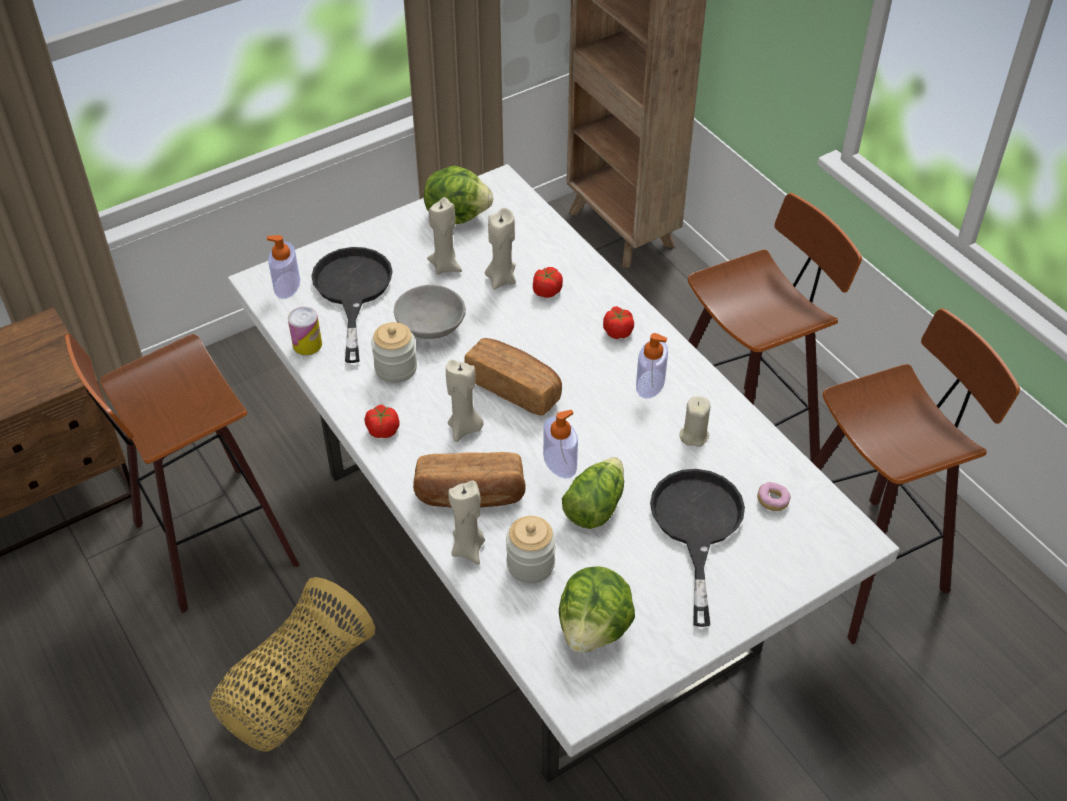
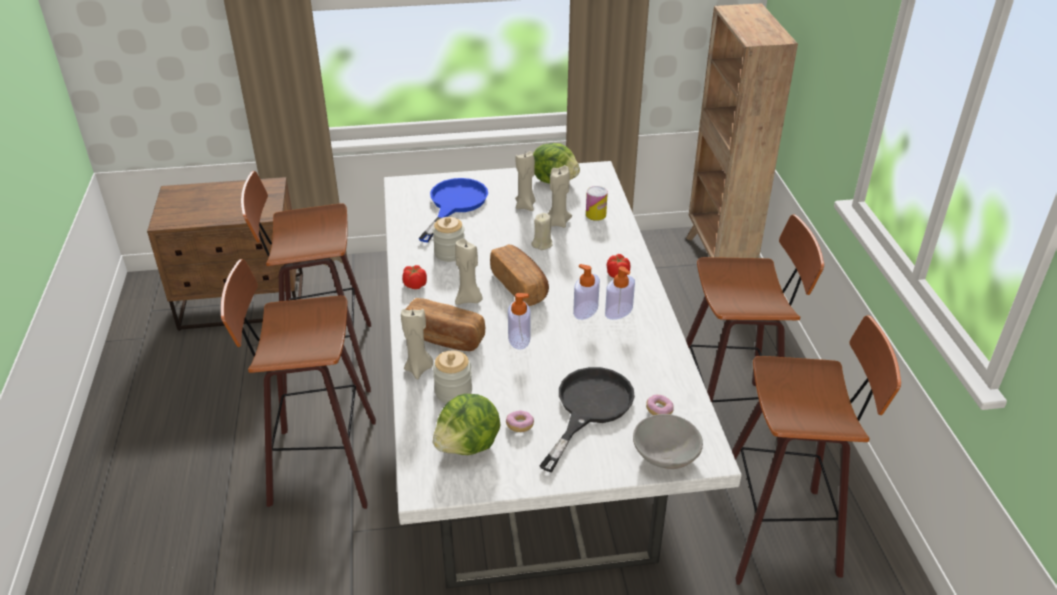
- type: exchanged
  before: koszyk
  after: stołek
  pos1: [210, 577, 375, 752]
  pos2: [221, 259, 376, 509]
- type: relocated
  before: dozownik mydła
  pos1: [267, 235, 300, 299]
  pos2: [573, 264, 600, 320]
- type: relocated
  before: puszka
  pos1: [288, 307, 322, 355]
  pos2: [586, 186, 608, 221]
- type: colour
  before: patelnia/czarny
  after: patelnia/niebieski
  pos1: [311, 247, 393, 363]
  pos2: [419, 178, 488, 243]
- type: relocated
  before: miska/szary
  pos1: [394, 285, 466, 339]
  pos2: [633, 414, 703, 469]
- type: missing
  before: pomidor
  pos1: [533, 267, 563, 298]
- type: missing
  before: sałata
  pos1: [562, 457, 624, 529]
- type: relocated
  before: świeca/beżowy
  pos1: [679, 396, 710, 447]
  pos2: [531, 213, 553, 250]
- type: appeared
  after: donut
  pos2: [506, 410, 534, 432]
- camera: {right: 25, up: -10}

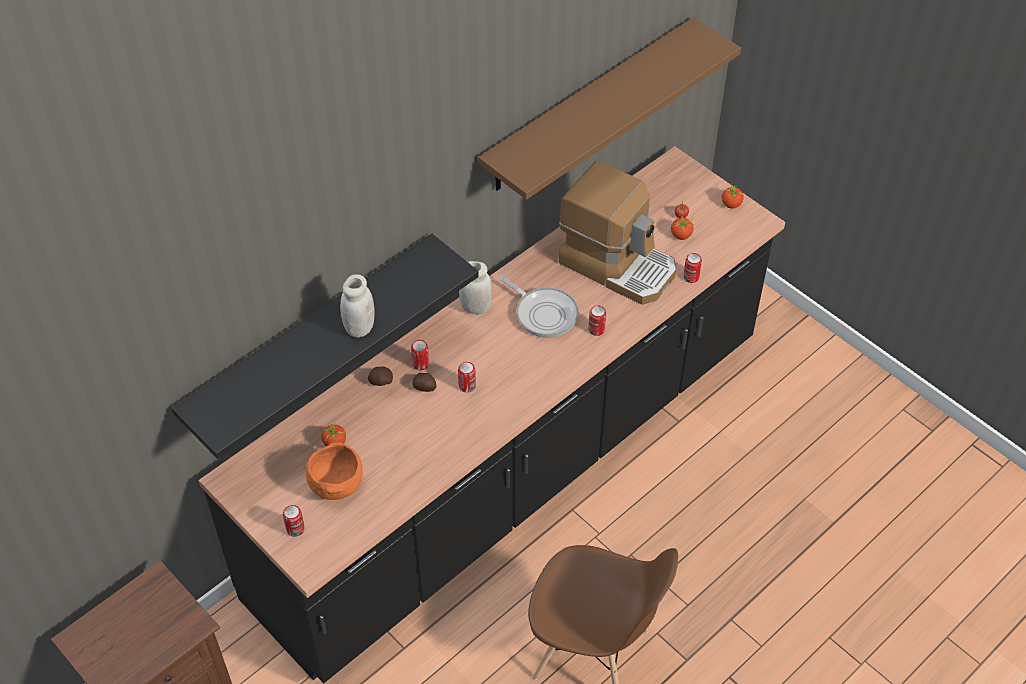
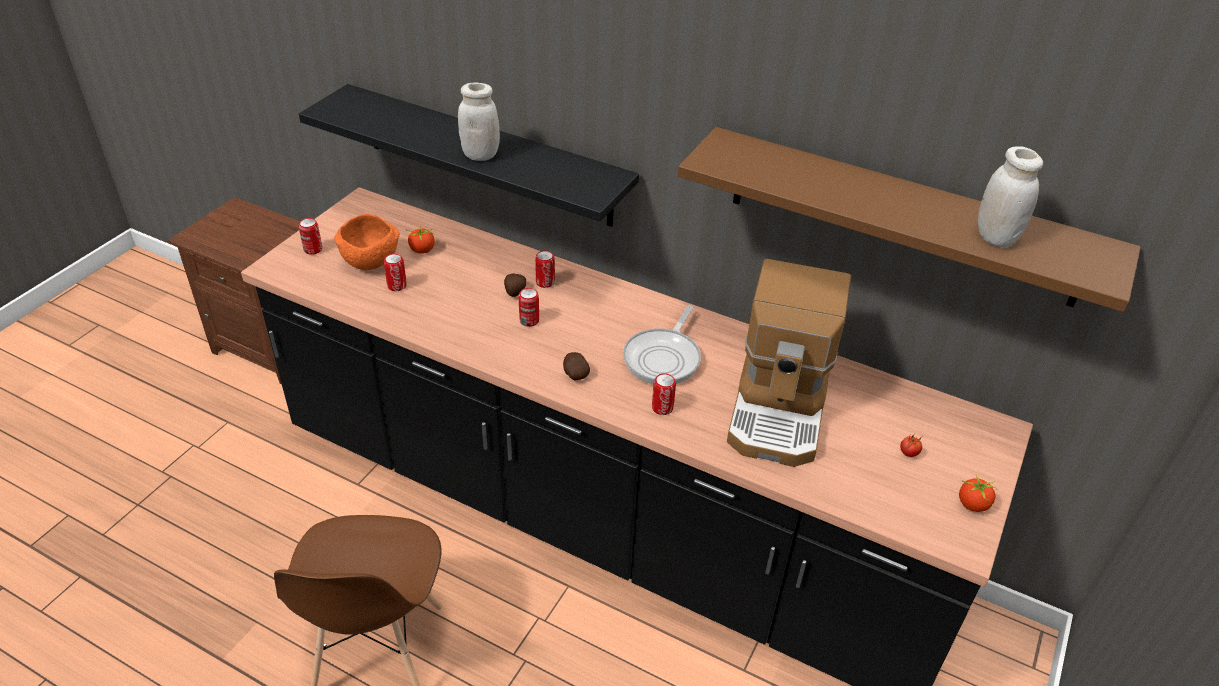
- type: relocated
  before: ziemniak
  pos1: [368, 367, 393, 386]
  pos2: [563, 352, 590, 381]
- type: relocated
  before: słoik/biały
  pos1: [459, 261, 492, 315]
  pos2: [978, 146, 1043, 247]
- type: missing
  before: pomidor
  pos1: [671, 216, 696, 240]
- type: relocated
  before: puszka
  pos1: [683, 253, 702, 283]
  pos2: [384, 253, 407, 291]
- camera: {right: 70, up: -10}

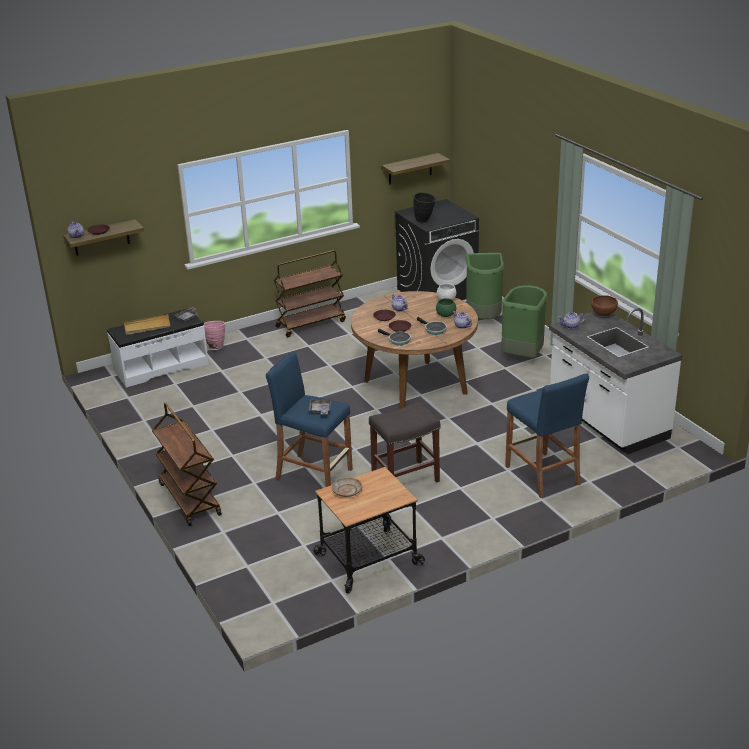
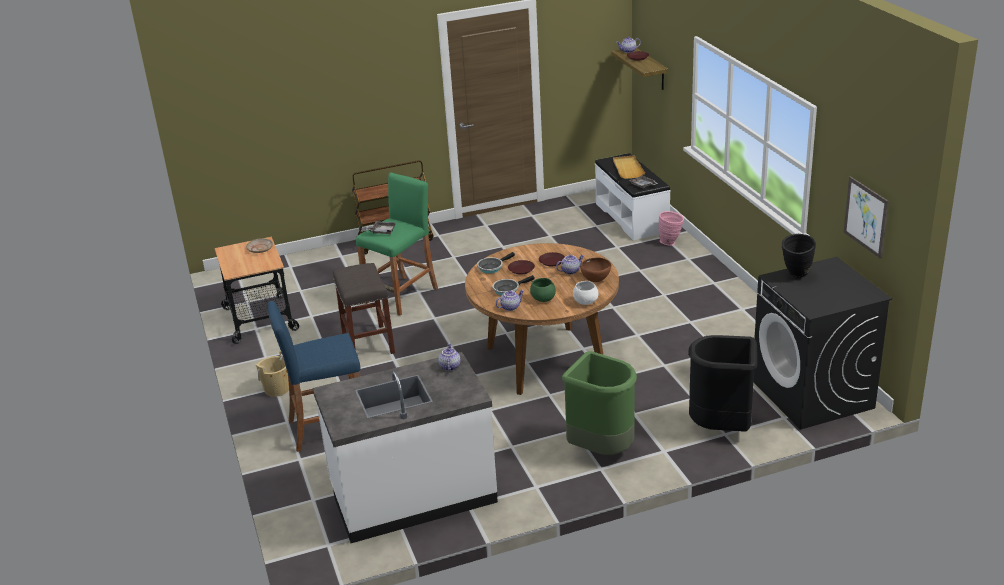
- type: colour
  before: stołek/niebieski
  after: stołek/zielony
  pos1: [266, 351, 353, 487]
  pos2: [356, 173, 438, 316]
- type: missing
  before: wózek/brązowy
  pos1: [274, 250, 346, 337]
- type: exchanged
  before: półka
  after: obraz
  pos1: [382, 153, 450, 185]
  pos2: [844, 176, 889, 259]
- type: colour
  before: kosz na śmieci/zielony
  after: kosz na śmieci/czarny
  pos1: [466, 253, 504, 319]
  pos2: [688, 335, 757, 432]
- type: relocated
  before: miska/brązowy
  pos1: [591, 295, 618, 316]
  pos2: [580, 258, 611, 282]
- type: appeared
  after: wiadro/beżowy
  pos2: [256, 350, 289, 397]
- camera: {right: 100, up: 0}

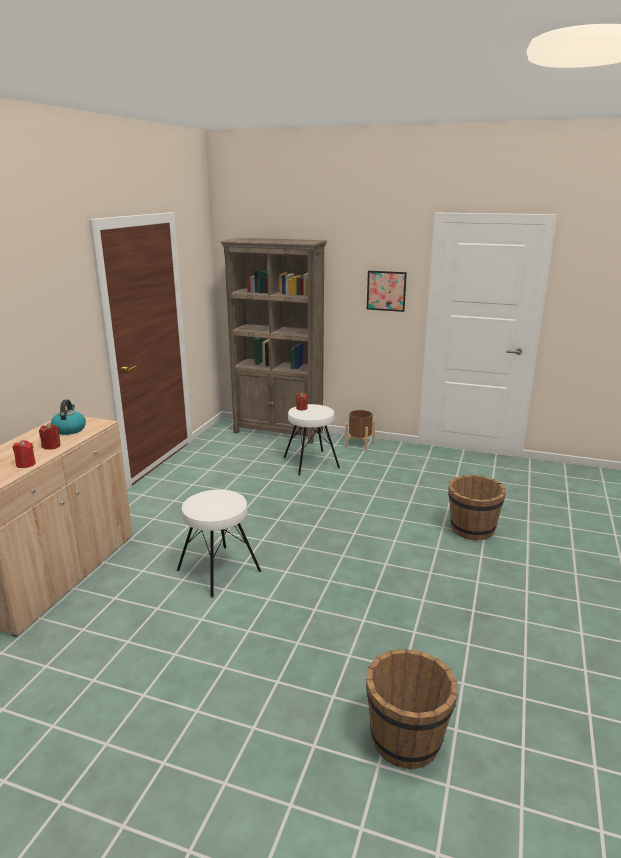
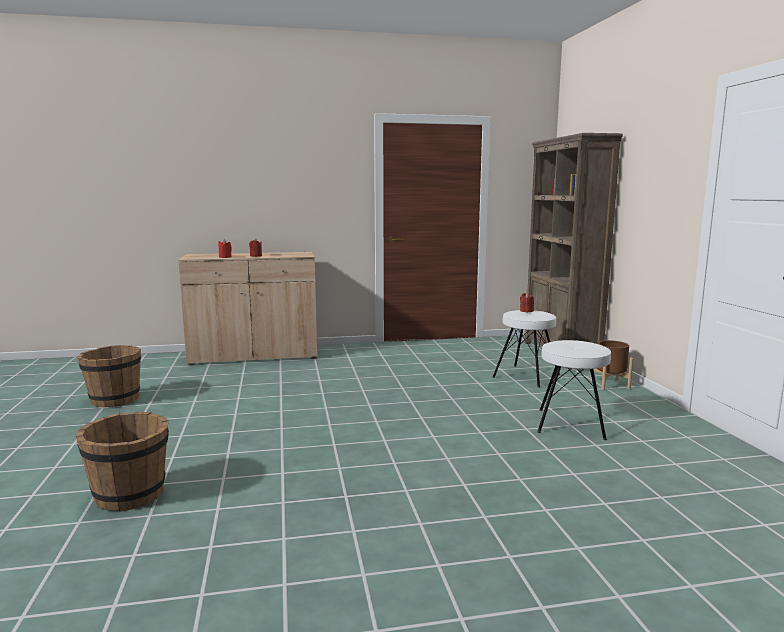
- type: missing
  before: czajnik
  pos1: [50, 399, 86, 435]
- type: relocated
  before: stołek/biały
  pos1: [177, 490, 261, 598]
  pos2: [537, 340, 611, 440]
- type: missing
  before: obraz
  pos1: [367, 271, 407, 312]
- type: relocated
  before: wiadro/brązowy
  pos1: [448, 475, 506, 541]
  pos2: [77, 345, 141, 408]
- camera: {right: 60, up: -10}

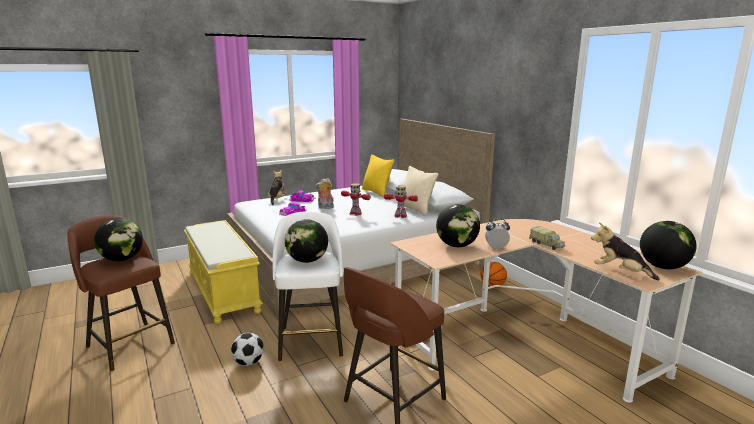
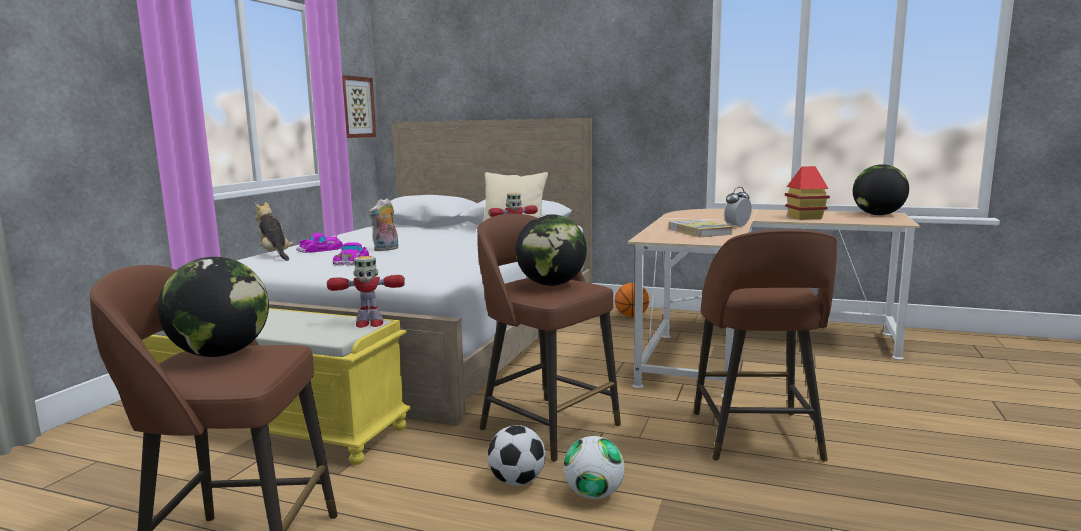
- type: colour
  before: stołek/biały
  after: stołek/brązowy
  pos1: [273, 211, 343, 361]
  pos2: [477, 214, 621, 462]
- type: relocated
  before: robot zabawkowy
  pos1: [341, 183, 371, 216]
  pos2: [327, 256, 405, 328]
- type: missing
  before: poduszka/żółty
  pos1: [362, 154, 394, 197]
- type: exchanged
  before: globus
  after: książka
  pos1: [436, 204, 480, 247]
  pos2: [669, 219, 733, 237]
- type: missing
  before: ciężarówka zabawkowa
  pos1: [529, 226, 565, 250]
- type: missing
  before: pluszak
  pos1: [591, 223, 659, 281]
- type: appeared
  after: obraz
  pos2: [342, 75, 376, 138]
- type: appeared
  after: piłka futbolowa
  pos2: [564, 436, 625, 499]
- type: appeared
  after: domek
  pos2: [785, 166, 830, 220]
- camera: {right: -40, up: -5}

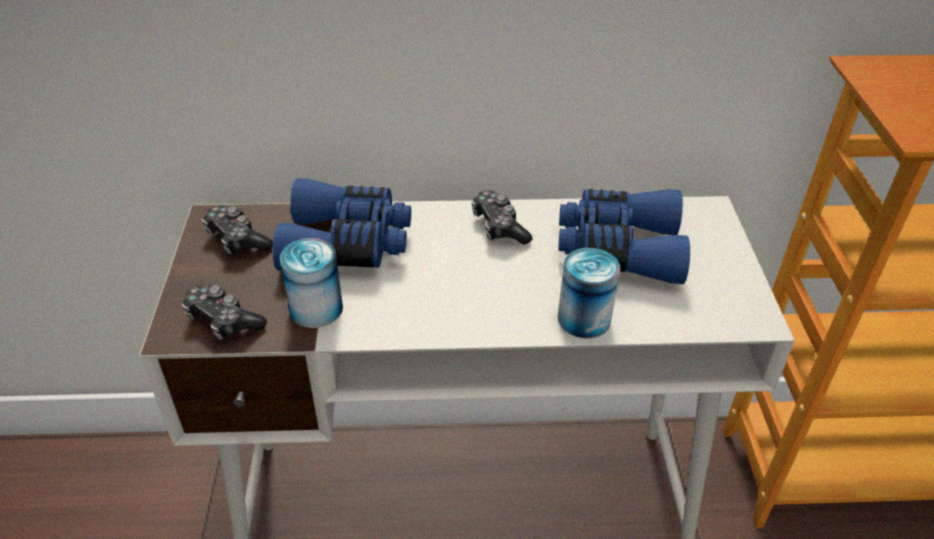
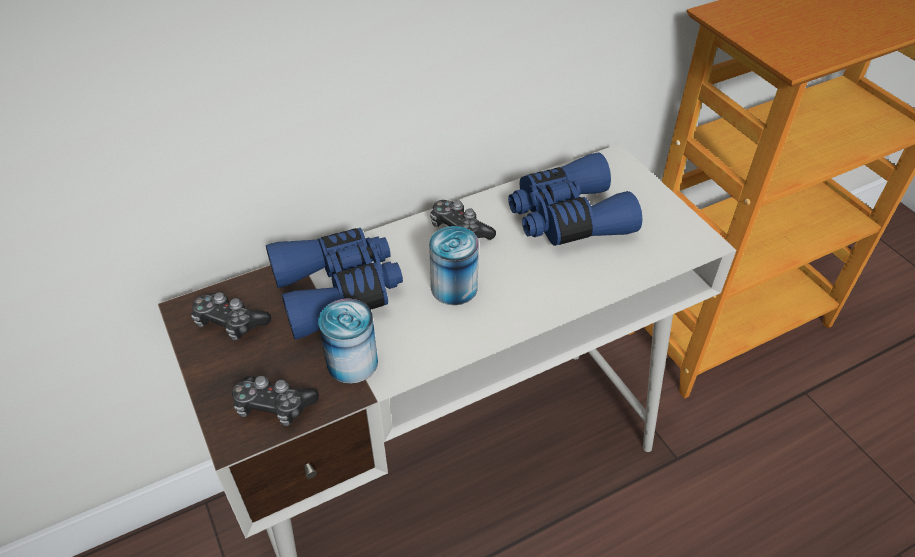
- type: relocated
  before: puszka
  pos1: [558, 248, 621, 338]
  pos2: [429, 226, 479, 305]
- camera: {right: -25, up: 5}

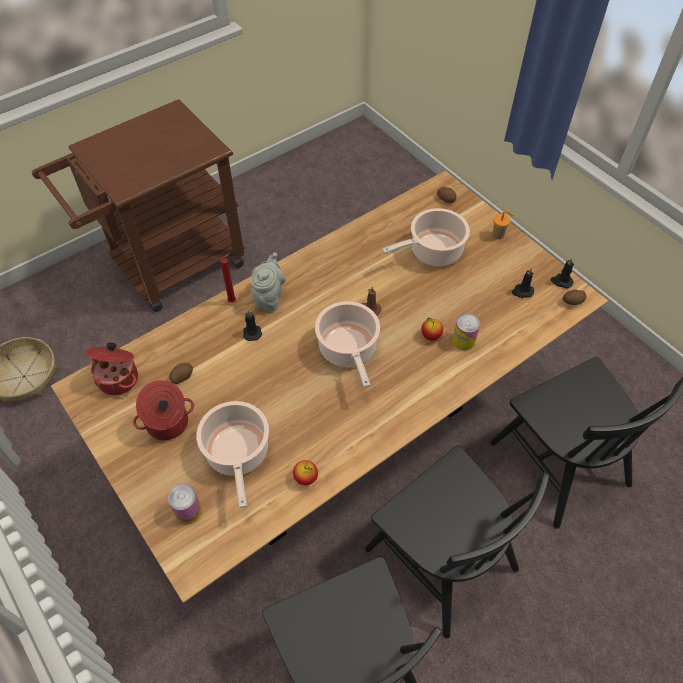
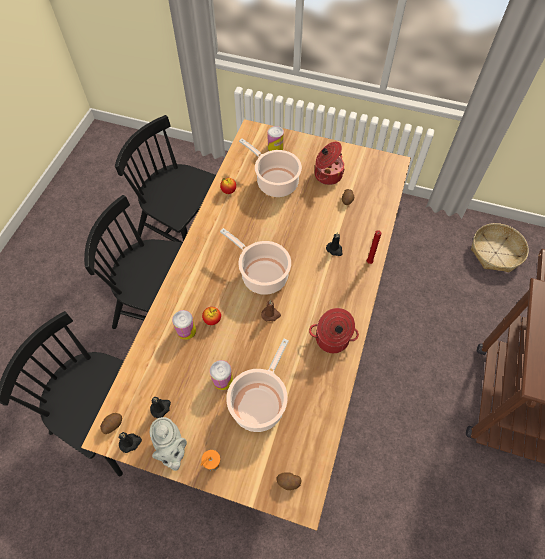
- type: relocated
  before: garnek
  pos1: [86, 343, 138, 395]
  pos2: [309, 308, 359, 353]
- type: relocated
  before: imbryk/szary
  pos1: [251, 253, 286, 312]
  pos2: [150, 417, 187, 471]
- type: appeared
  after: puszka
  pos2: [210, 360, 233, 390]
- camera: {right: 145, up: 5}

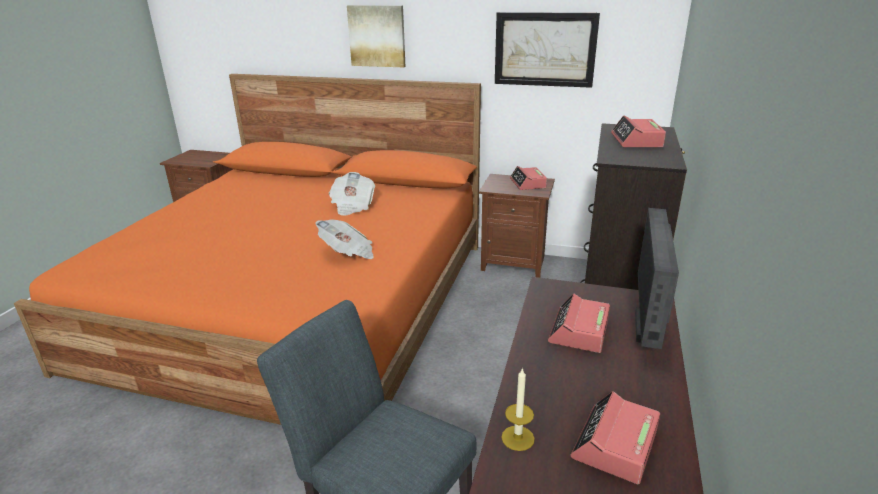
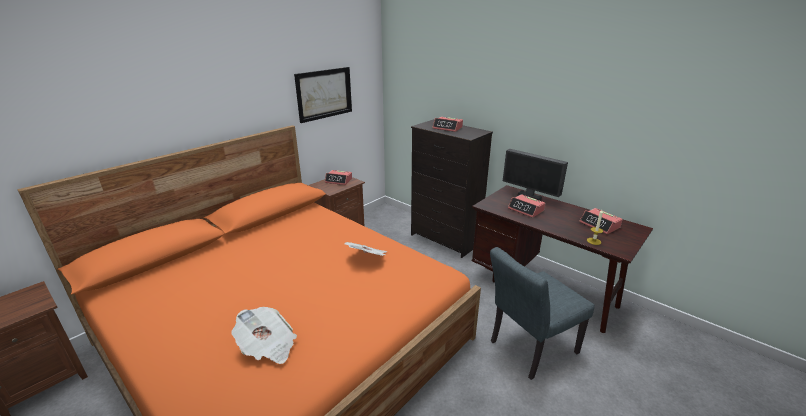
- type: relocated
  before: gazeta
  pos1: [329, 172, 376, 216]
  pos2: [231, 307, 297, 364]
- type: missing
  before: obraz
  pos1: [347, 5, 405, 67]
- camera: {right: -65, up: 0}

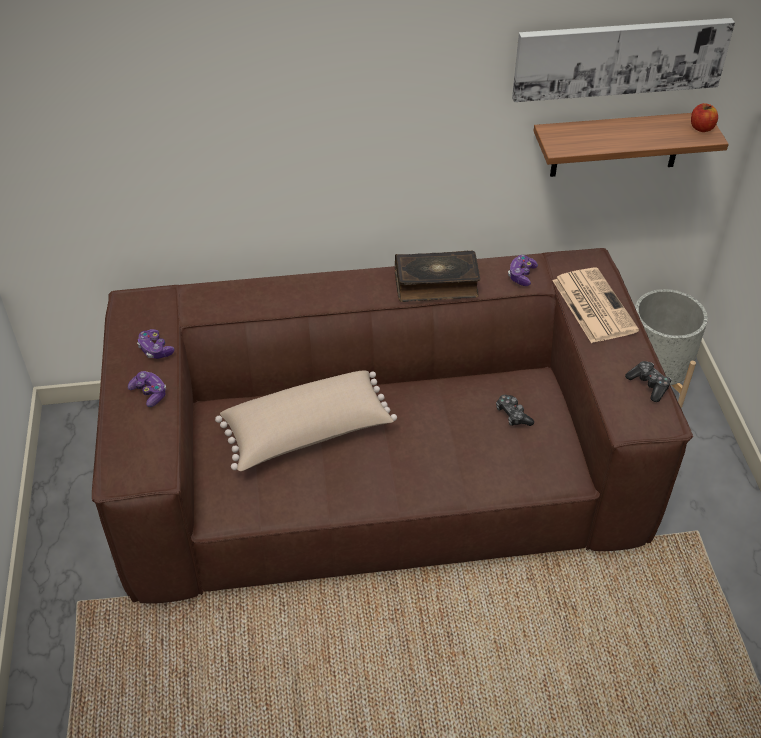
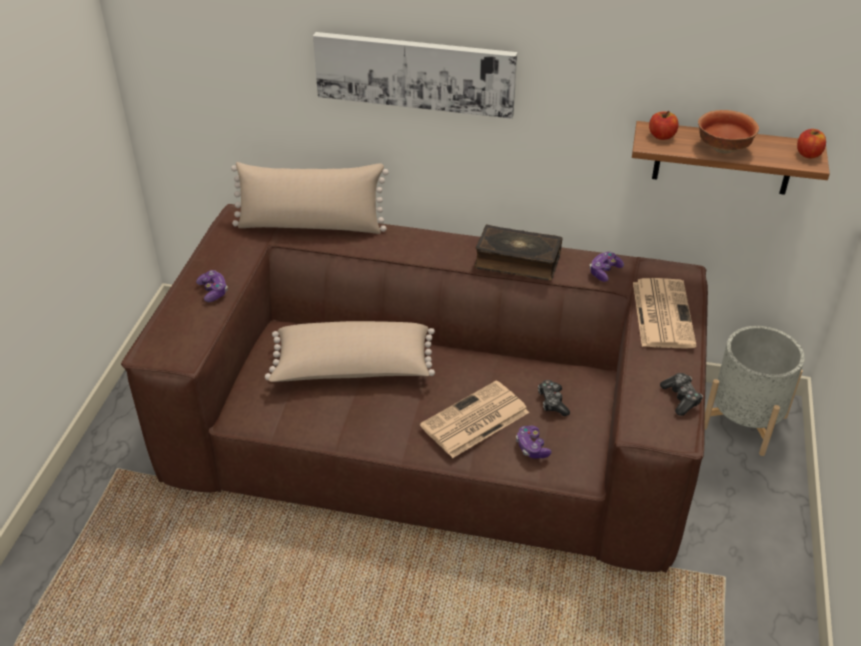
- type: relocated
  before: pad do gier
  pos1: [137, 329, 174, 359]
  pos2: [516, 426, 551, 458]
- type: relocated
  before: obraz
  pos1: [512, 18, 735, 102]
  pos2: [313, 32, 517, 119]
- type: appeared
  after: poduszka/beżowy
  pos2: [231, 162, 389, 234]
- type: appeared
  after: gazeta
  pos2: [420, 380, 529, 458]
- type: appeared
  after: jabłko
  pos2: [649, 111, 679, 140]
- type: appeared
  after: miska
  pos2: [698, 110, 759, 154]
- camera: {right: 20, up: -5}

